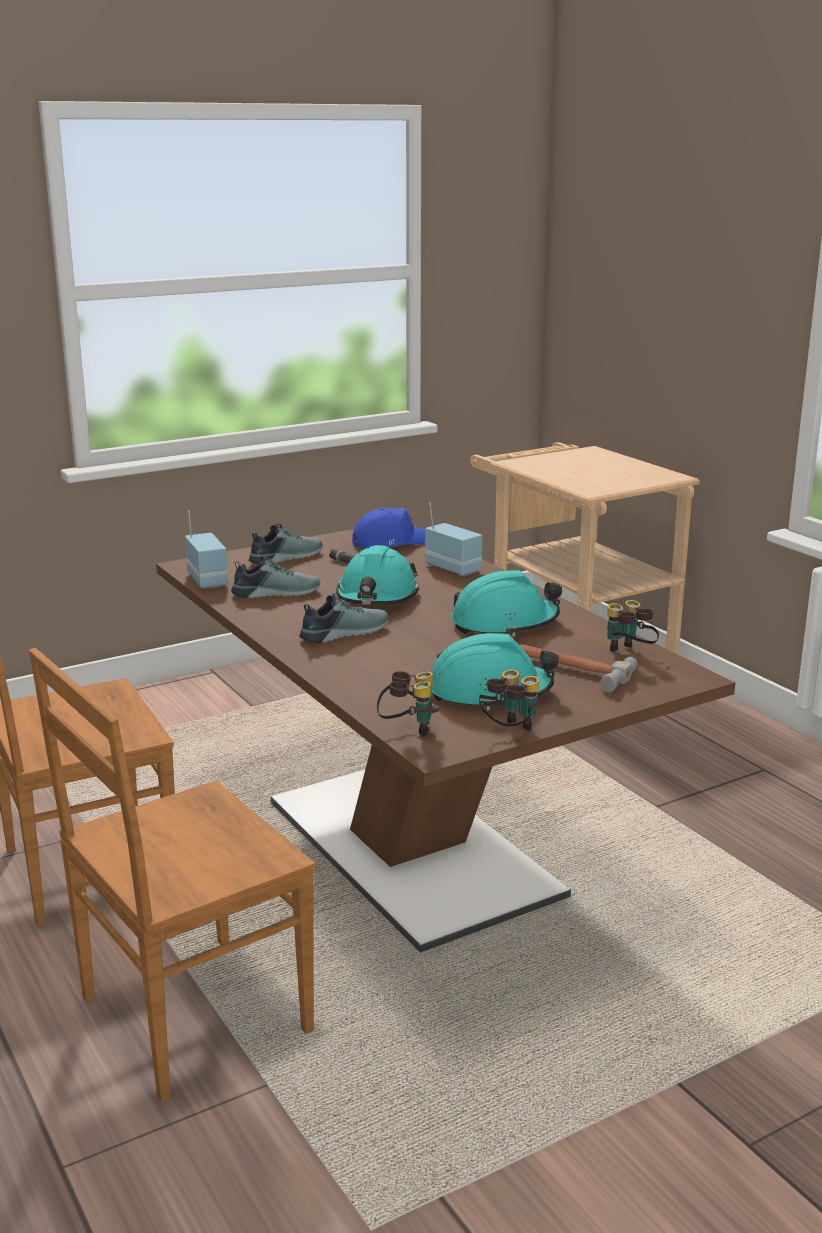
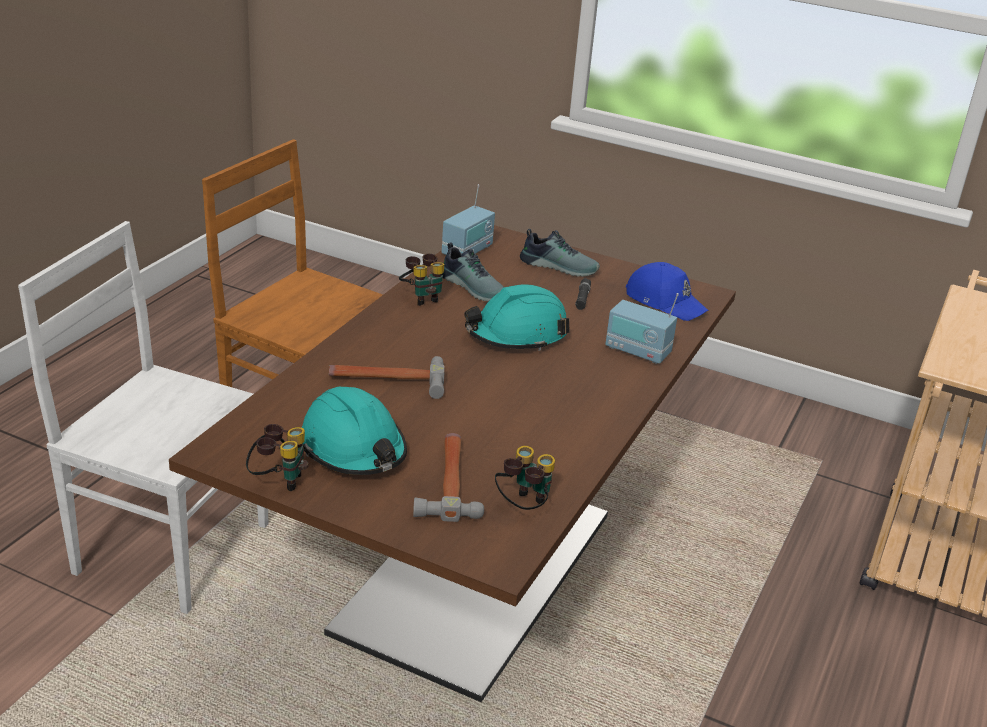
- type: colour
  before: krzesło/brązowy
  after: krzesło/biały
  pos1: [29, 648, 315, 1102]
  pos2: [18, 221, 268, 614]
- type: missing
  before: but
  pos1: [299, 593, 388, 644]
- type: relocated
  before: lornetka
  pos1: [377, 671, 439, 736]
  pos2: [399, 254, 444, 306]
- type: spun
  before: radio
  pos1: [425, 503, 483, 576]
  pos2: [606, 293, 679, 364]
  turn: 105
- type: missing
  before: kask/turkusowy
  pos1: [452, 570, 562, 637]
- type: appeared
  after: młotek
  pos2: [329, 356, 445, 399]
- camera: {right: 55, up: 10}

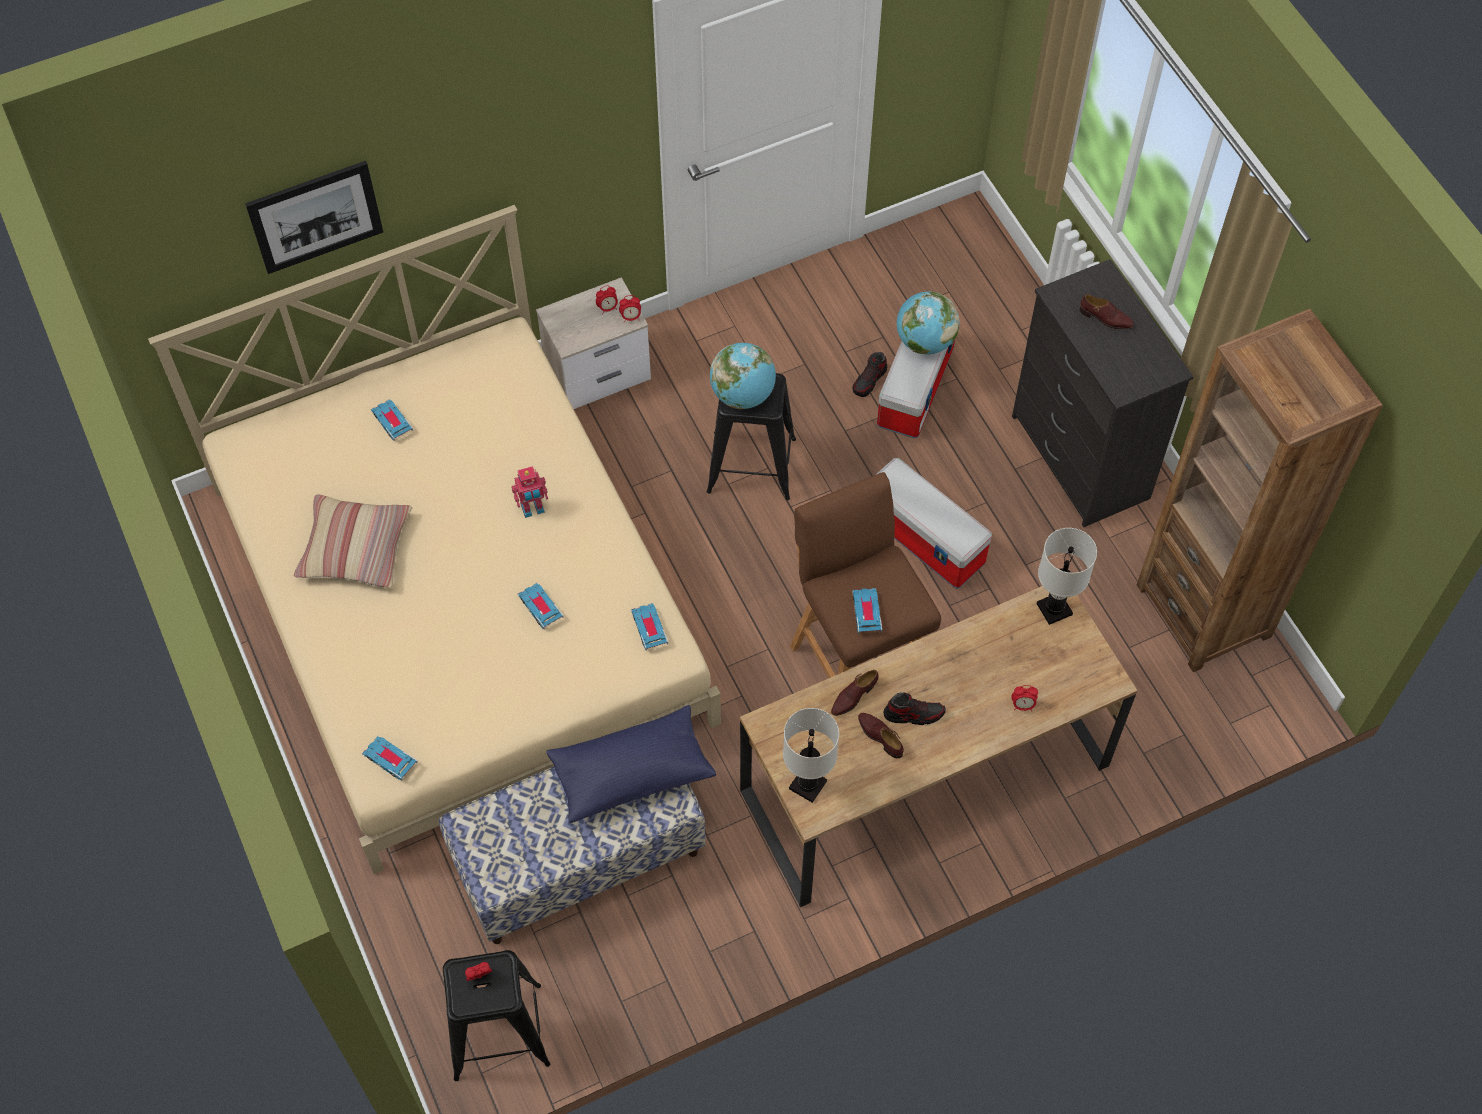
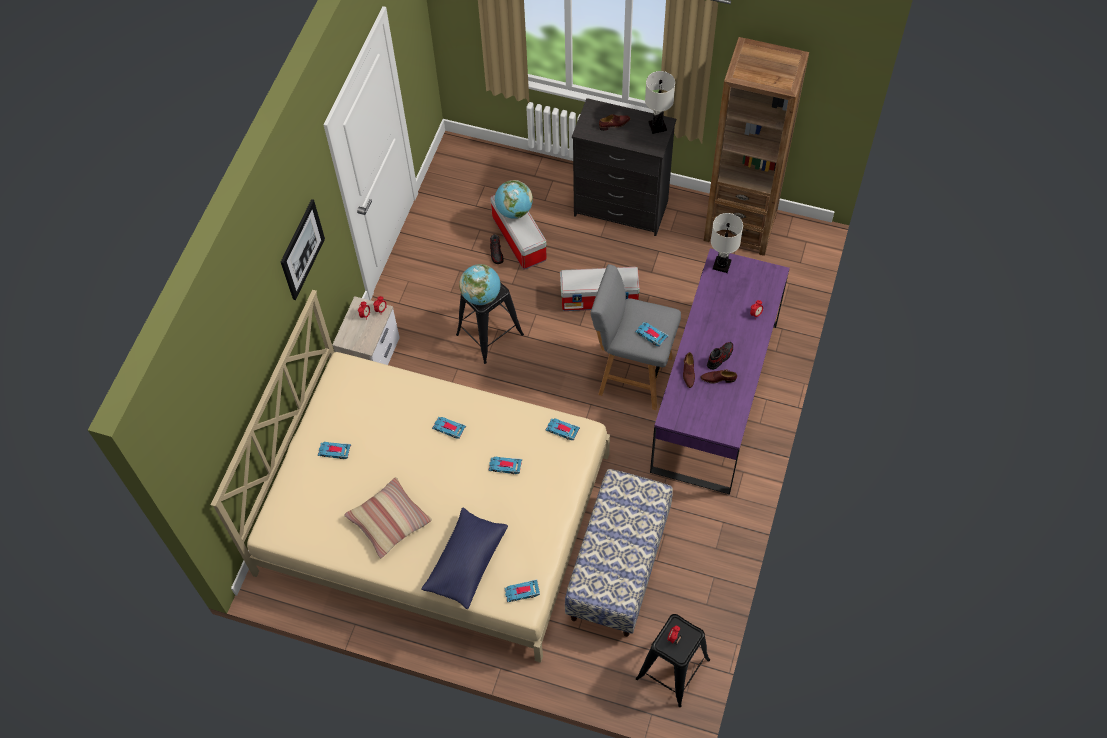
- type: relocated
  before: obraz
  pos1: [245, 161, 383, 274]
  pos2: [281, 199, 325, 300]
- type: exchanged
  before: robot zabawkowy
  after: samochodzik
  pos1: [512, 466, 548, 518]
  pos2: [432, 417, 466, 439]
- type: relocated
  before: poduszka/niebieski
  pos1: [546, 705, 716, 823]
  pos2: [421, 508, 508, 609]
- type: colour
  before: biurko/brązowy
  after: biurko/fioletowy
  pos1: [740, 586, 1138, 907]
  pos2: [650, 248, 790, 495]
- type: relocated
  before: lampa stołowa/biały
  pos1: [783, 708, 839, 803]
  pos2: [645, 71, 675, 134]
- type: colour
  before: stołek/brązowy
  after: stołek/szary
  pos1: [790, 472, 941, 678]
  pos2: [591, 264, 681, 410]
- camera: {right: -45, up: 0}

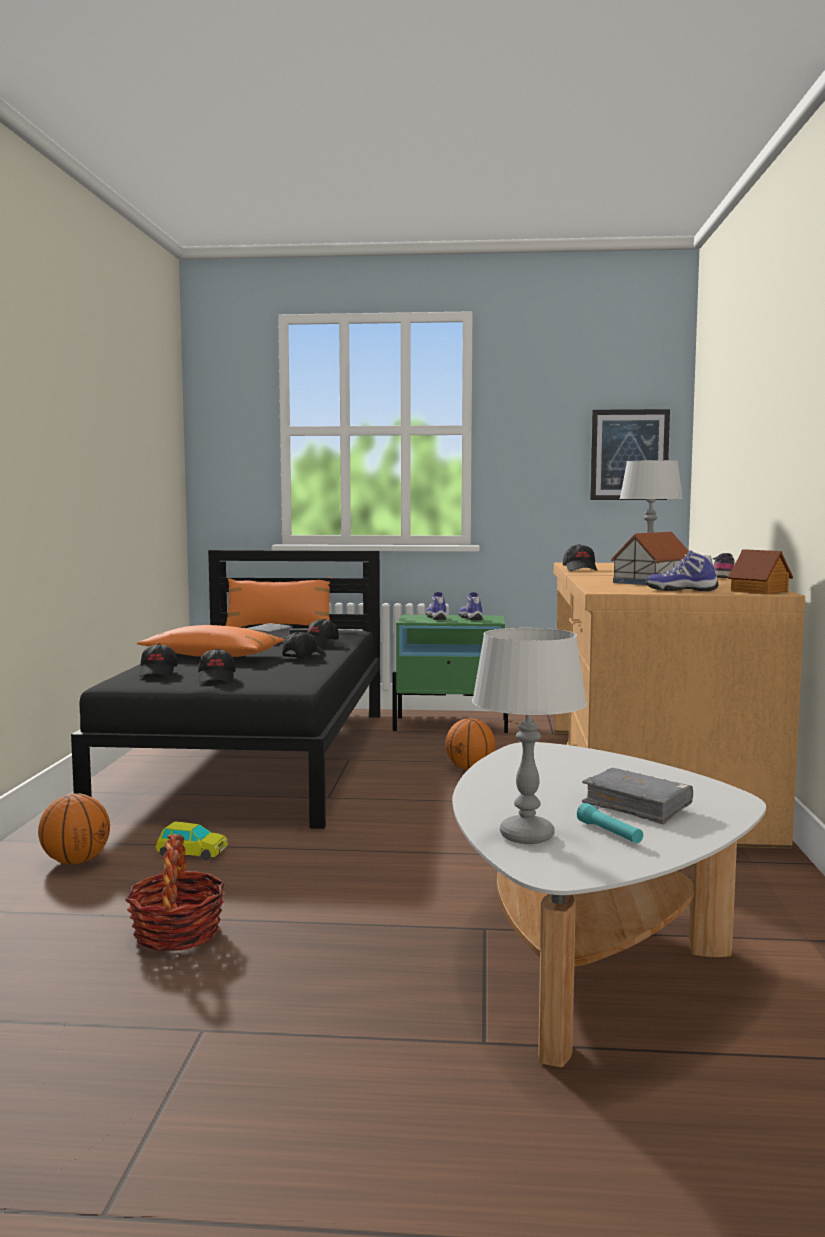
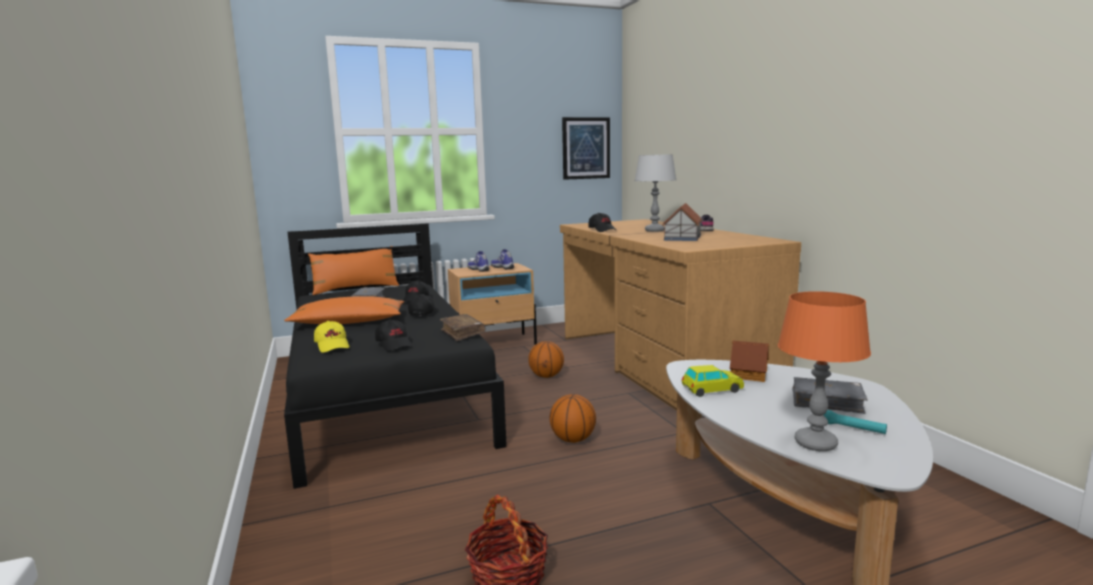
- type: relocated
  before: piłka do koszykówki
  pos1: [38, 793, 110, 865]
  pos2: [549, 394, 596, 443]
- type: colour
  before: czapka z daszkiem/czarny
  after: czapka z daszkiem/żółty
  pos1: [139, 644, 177, 677]
  pos2: [314, 321, 350, 352]
- type: relocated
  before: samochodzik
  pos1: [156, 822, 228, 861]
  pos2: [682, 365, 744, 397]
- type: colour
  before: szafka nocna/zielony
  after: szafka nocna/beżowy
  pos1: [392, 615, 508, 733]
  pos2: [448, 263, 537, 344]
- type: colour
  before: lampa stołowa/szary
  after: lampa stołowa/pomarańczowy
  pos1: [472, 628, 587, 844]
  pos2: [778, 291, 871, 451]
- type: missing
  before: but
  pos1: [646, 550, 719, 591]
- type: relocated
  before: domek
  pos1: [728, 549, 793, 594]
  pos2: [730, 341, 769, 382]
- type: appeared
  after: książka/brązowy
  pos2: [440, 314, 486, 341]
- camera: {right: -25, up: 5}

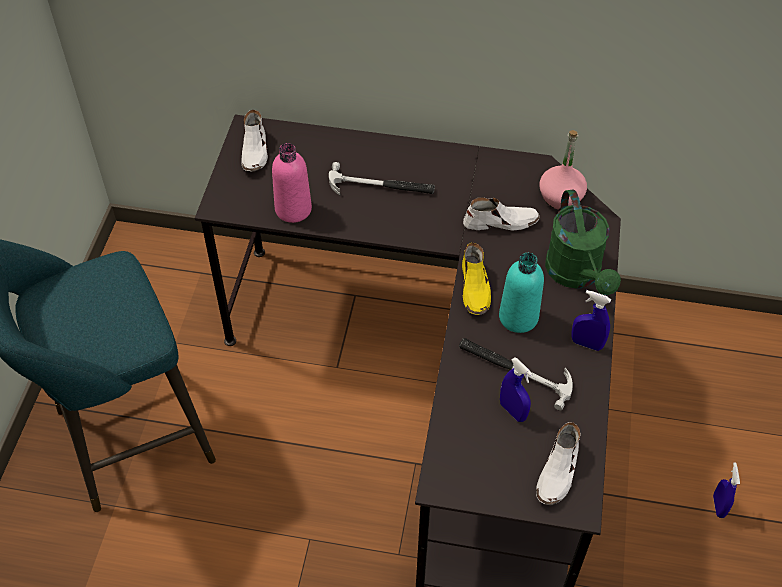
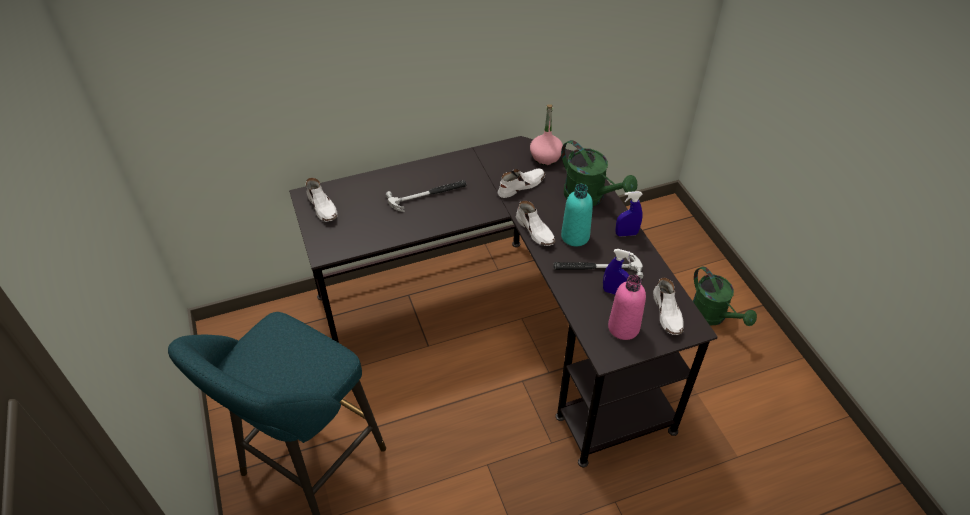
- type: relocated
  before: butelka/różowy
  pos1: [272, 143, 312, 223]
  pos2: [608, 275, 646, 340]
- type: colour
  before: but/żółty
  after: but/biały
  pos1: [462, 243, 491, 315]
  pos2: [516, 201, 556, 246]
- type: exchanged
  before: spryskiwacz/niebieski
  after: konewka/zielony
  pos1: [713, 462, 740, 518]
  pos2: [693, 267, 757, 326]
- camera: {right: -30, up: -5}

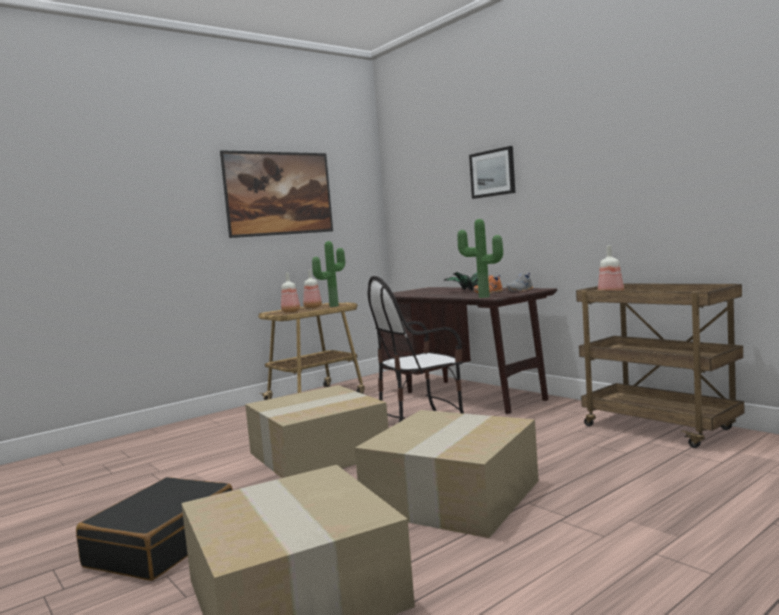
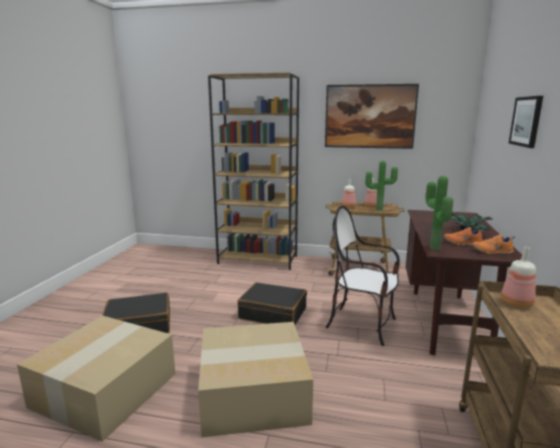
- type: exchanged
  before: karton
  after: walizka/czarny
  pos1: [245, 385, 388, 478]
  pos2: [237, 282, 307, 325]
- type: colour
  before: but/szary
  after: but/pomarańczowy
  pos1: [506, 273, 533, 291]
  pos2: [472, 234, 515, 254]
- type: appeared
  after: regał/brązowy
  pos2: [208, 72, 299, 270]
- camera: {right: 50, up: 10}

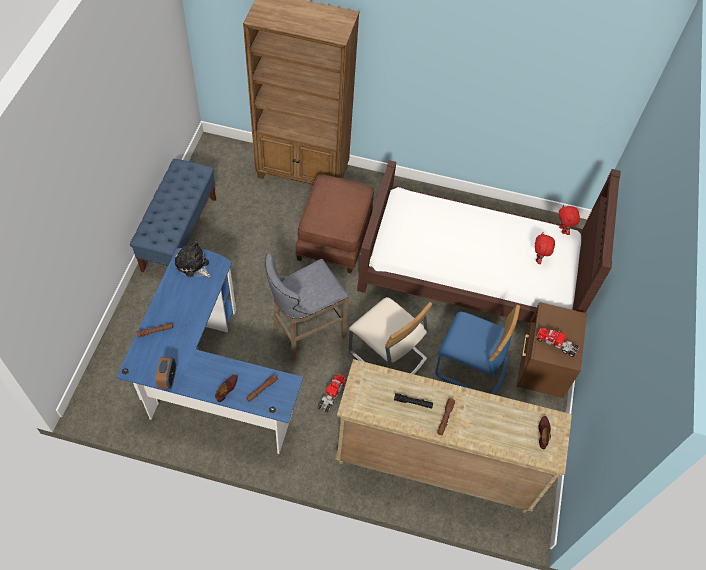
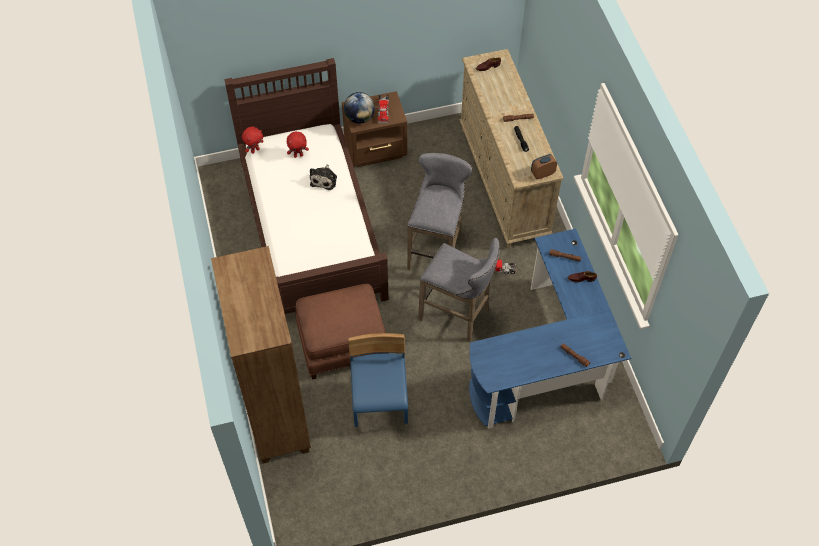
- type: missing
  before: ławka/niebieski
  pos1: [130, 159, 216, 272]
- type: relocated
  before: budzik
  pos1: [156, 357, 176, 389]
  pos2: [531, 154, 557, 179]
- type: relocated
  before: pluszak
  pos1: [175, 241, 210, 277]
  pos2: [310, 164, 337, 190]
- type: exchanged
  before: krzesło/beżowy
  after: stołek/szary
  pos1: [349, 297, 432, 375]
  pos2: [407, 153, 472, 270]
- type: relocated
  before: krzesło/niebieski
  pos1: [435, 305, 520, 395]
  pos2: [348, 333, 408, 427]
- type: appeared
  after: globus
  pos2: [344, 92, 375, 124]
- camera: {right: -115, up: 0}

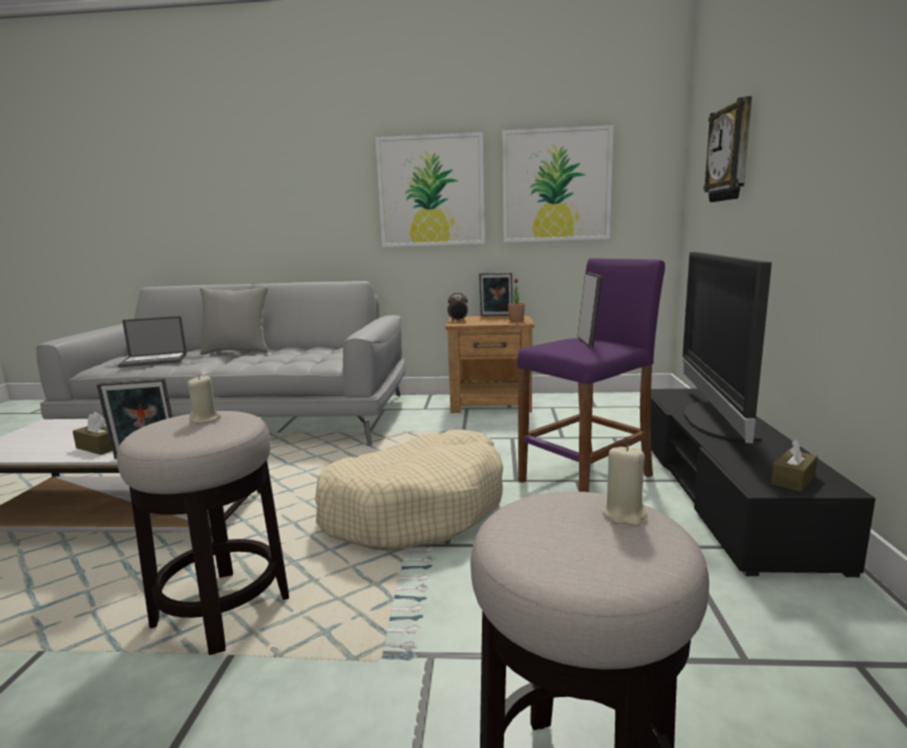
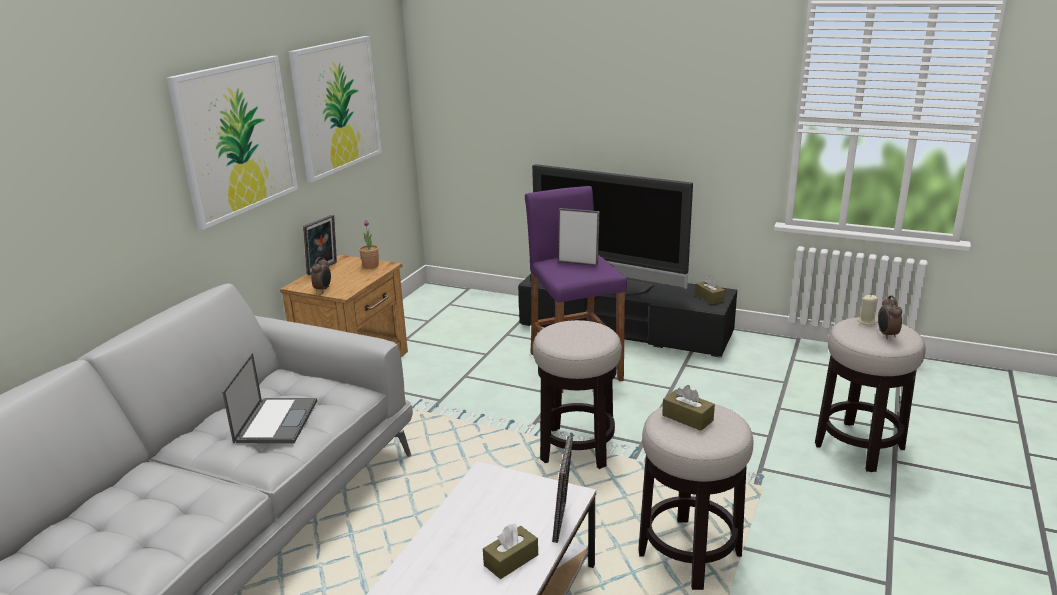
- type: relocated
  before: laptop
  pos1: [118, 316, 187, 368]
  pos2: [222, 353, 317, 443]
- type: exchanged
  before: świeca/beżowy
  after: pudełko chusteczek/brązowy
  pos1: [187, 375, 221, 424]
  pos2: [662, 385, 715, 431]
- type: missing
  before: poduszka/szary
  pos1: [200, 287, 268, 355]
- type: exchanged
  before: legowisko/beżowy
  after: stołek
  pos1: [315, 430, 503, 551]
  pos2: [533, 320, 622, 469]
- type: missing
  before: zegar ścienny
  pos1: [703, 96, 752, 202]
- type: appeared
  after: budzik
  pos2: [878, 295, 902, 339]
- camera: {right: -70, up: 10}

